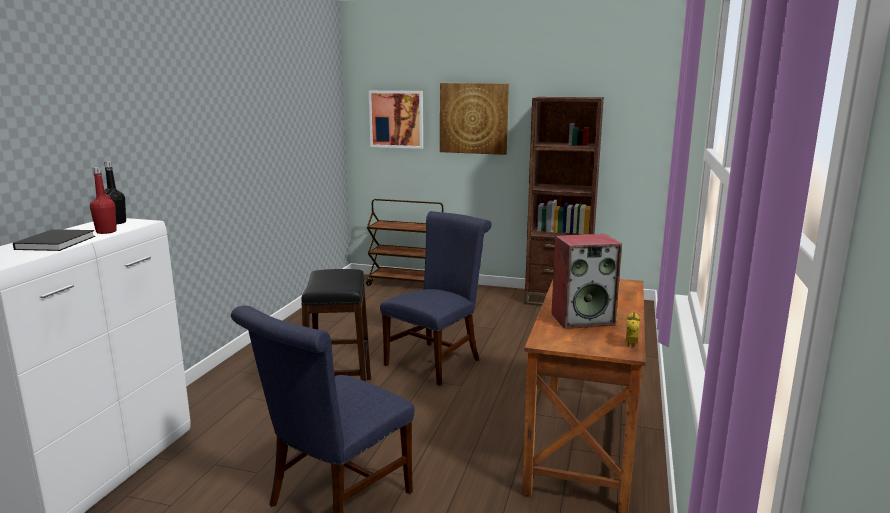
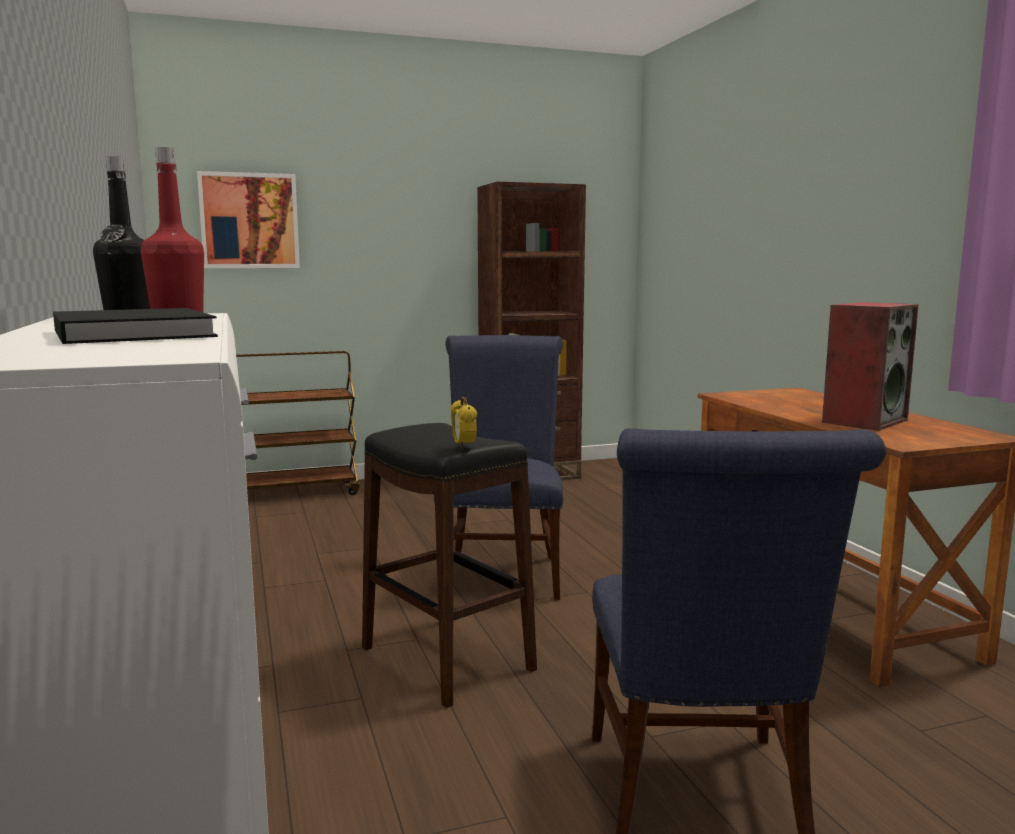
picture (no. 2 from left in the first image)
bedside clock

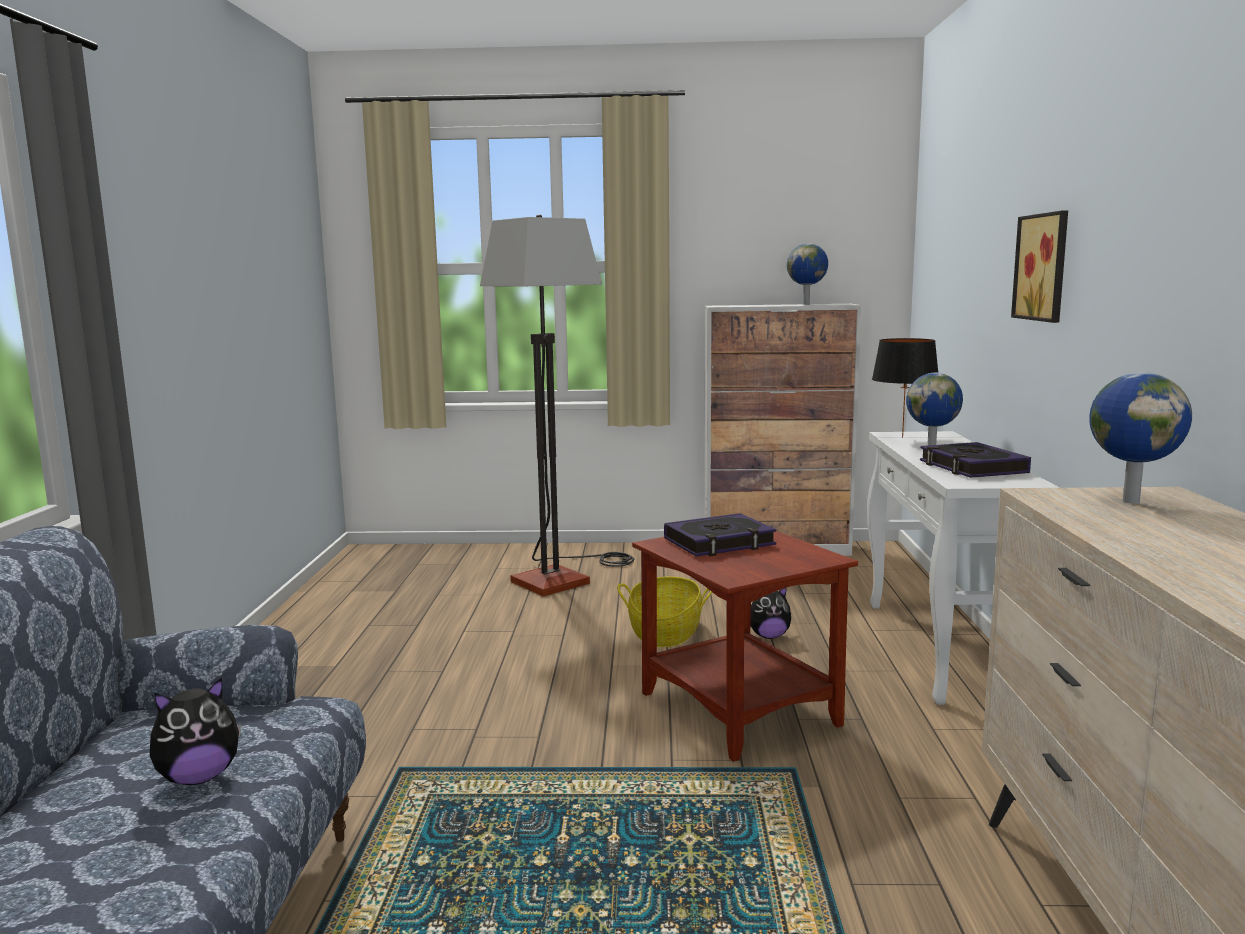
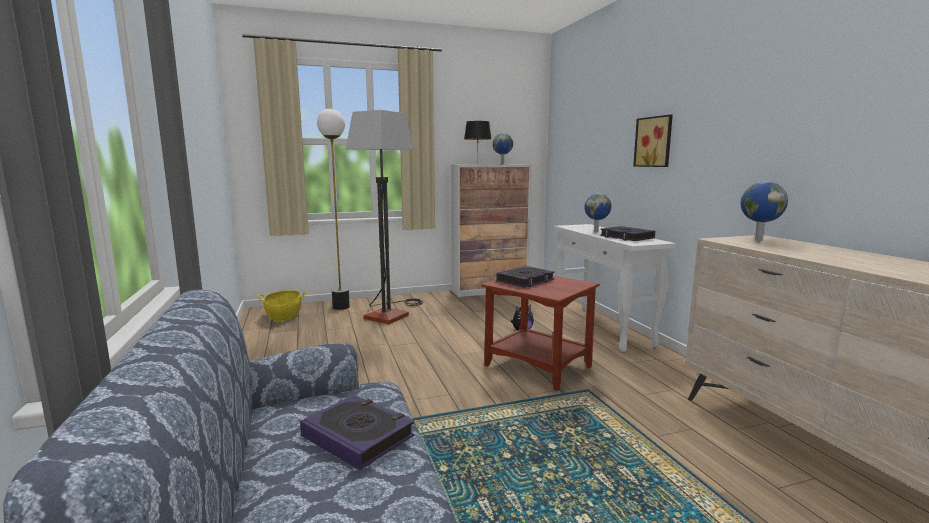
black-coloured table lamp
household basket
bound book (no. 1 from left)
standard lamp (no. 1 from left)

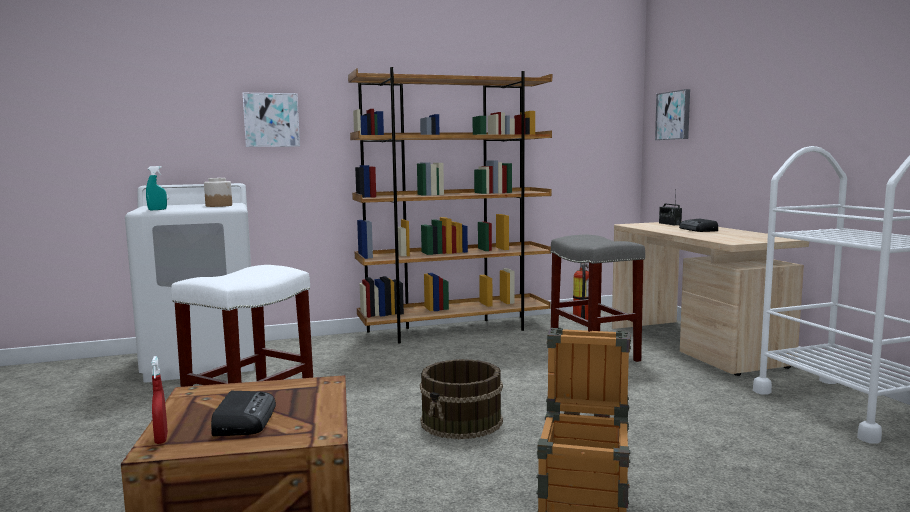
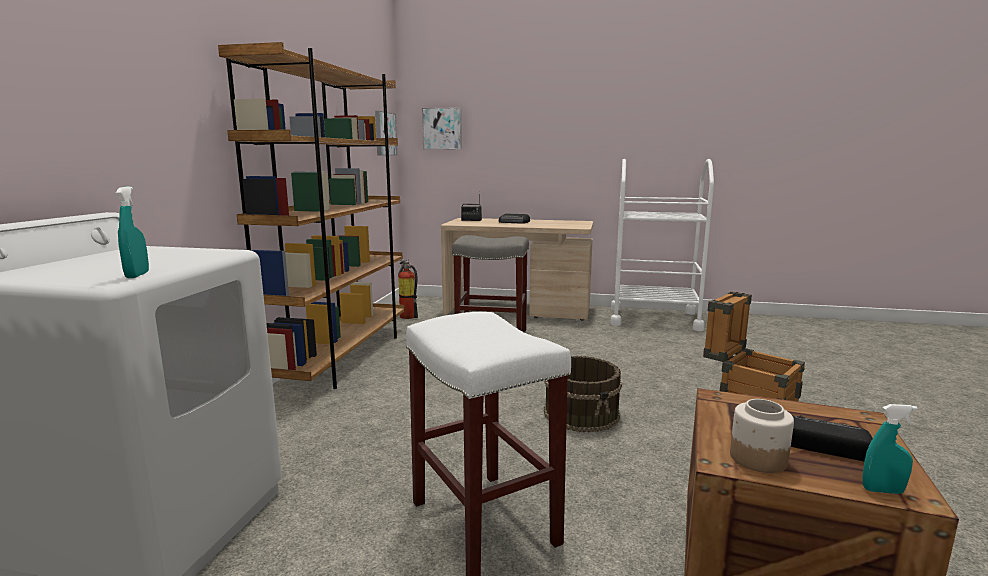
picture (no. 1 from left)
preserve jar
turquoise hand sprayer (no. 2 from left)

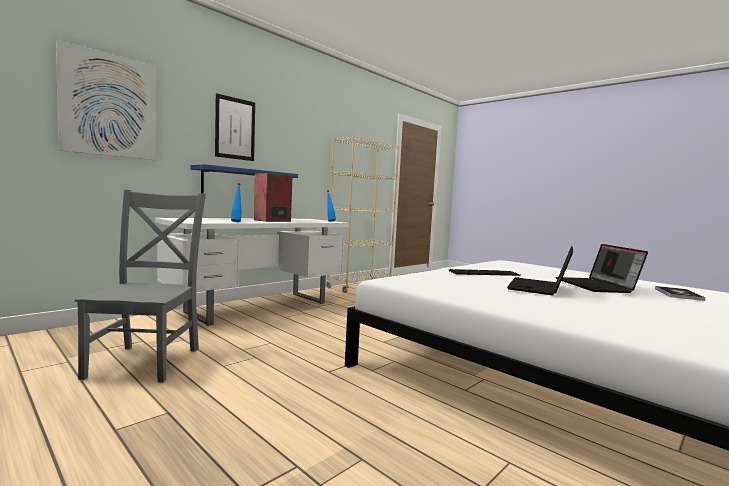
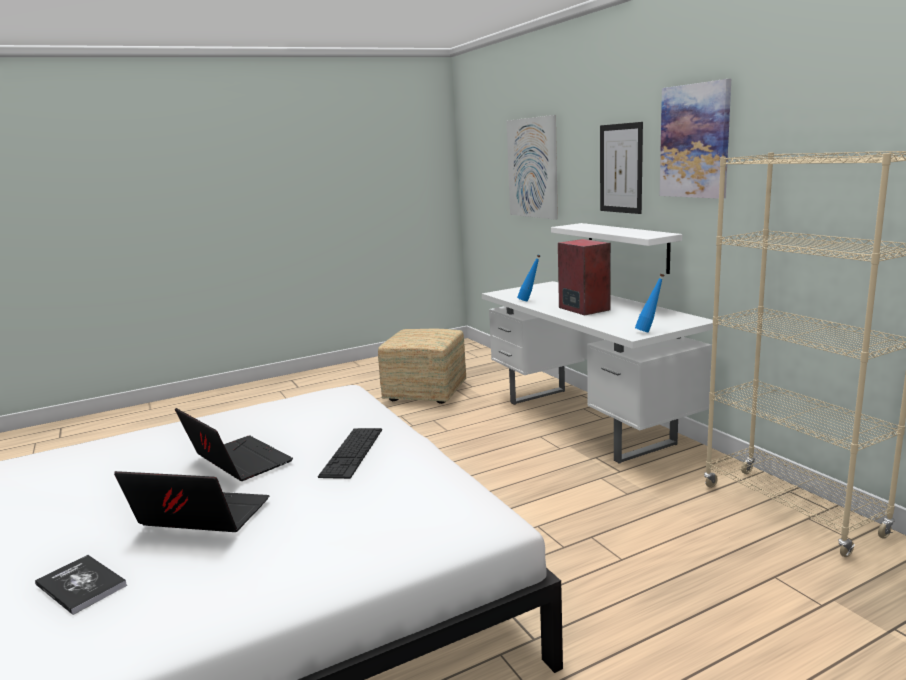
whitish wall shelf
pouffe
picture (no. 3 from left)

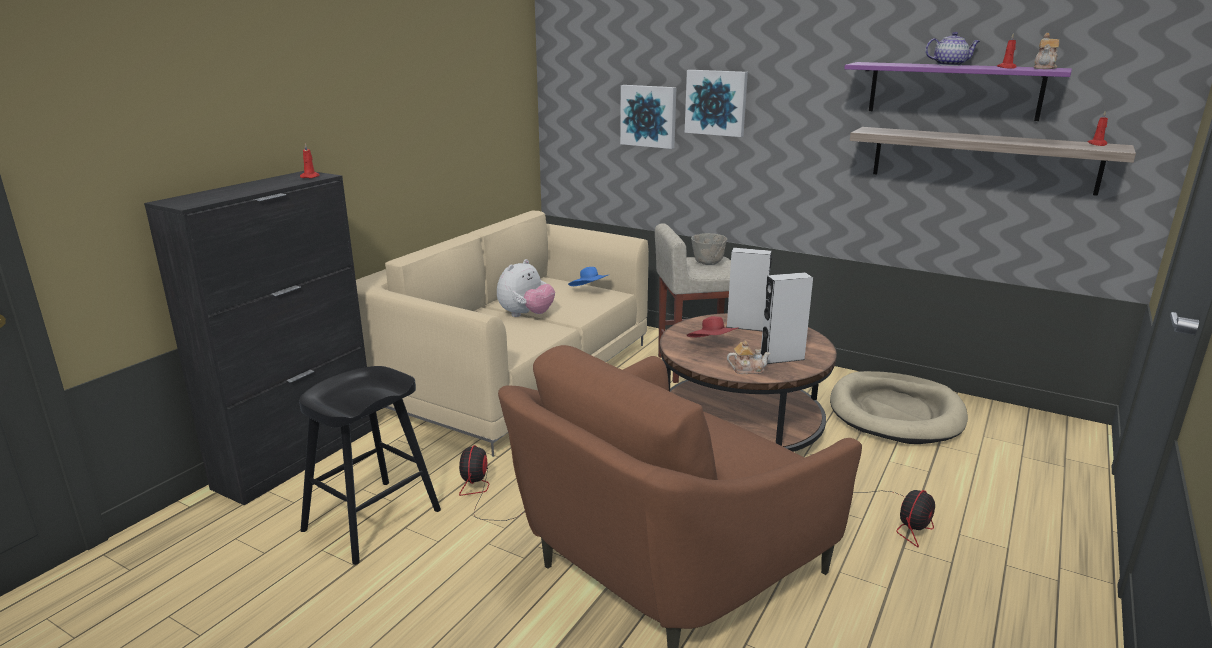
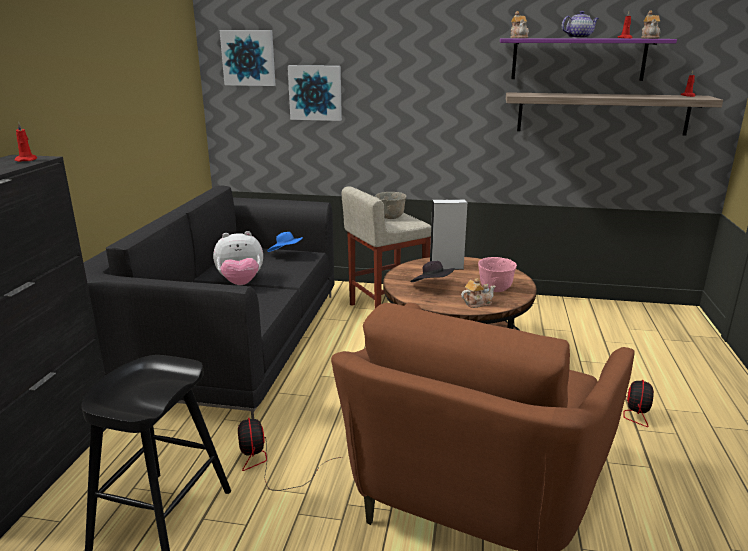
picture (no. 1 from left)
black-coloured sofa
plush toy
pinkish serving bowl
black-coloured wearable hat
sand-coloured dog bed
tea pot (no. 2 from left)

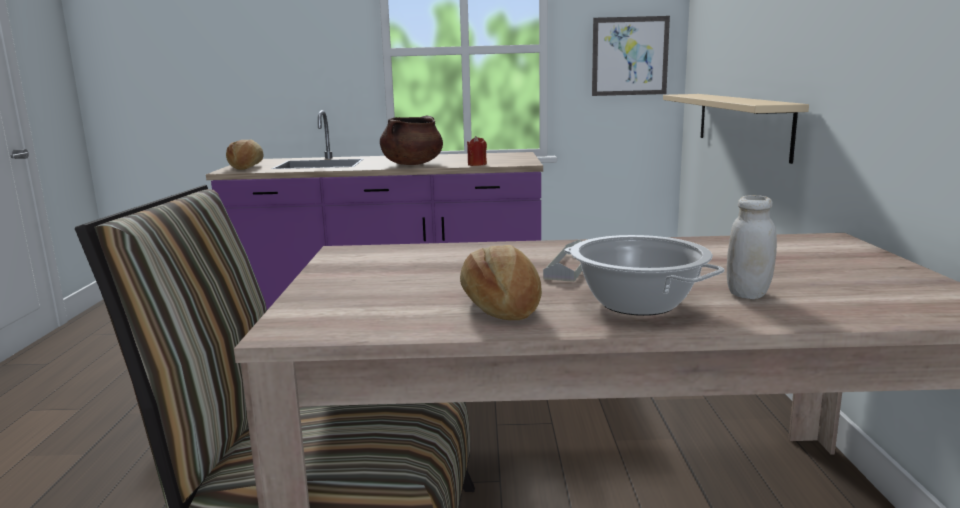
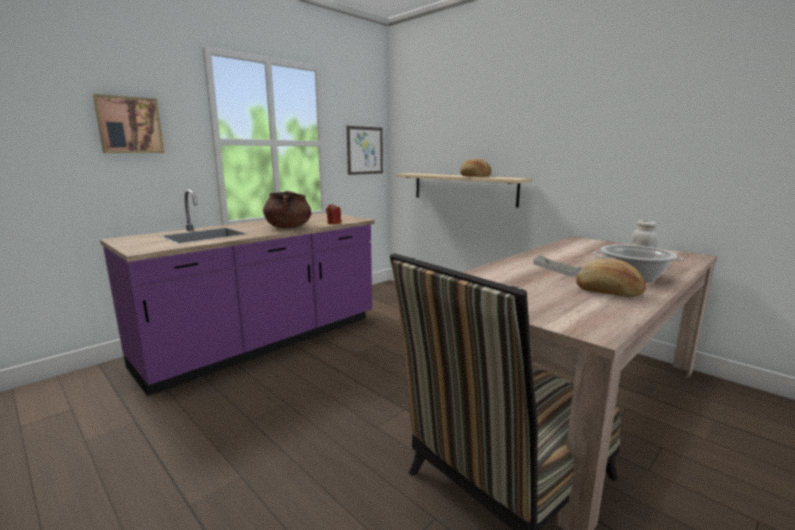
bakery bread (no. 1 from left)
picture (no. 1 from left)

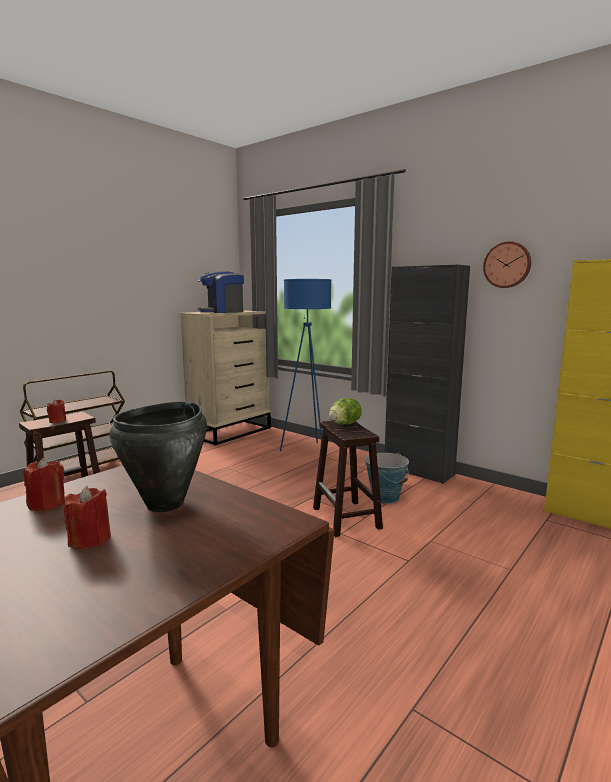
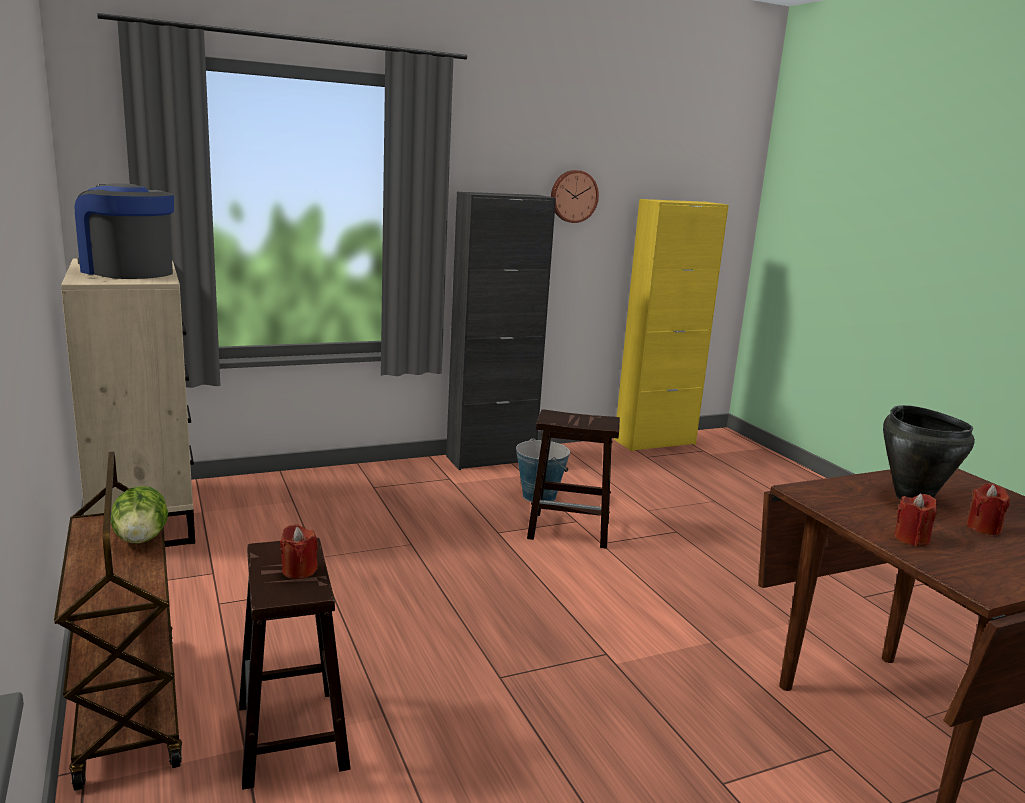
coffee brewer
blue standard lamp
head of lettuce

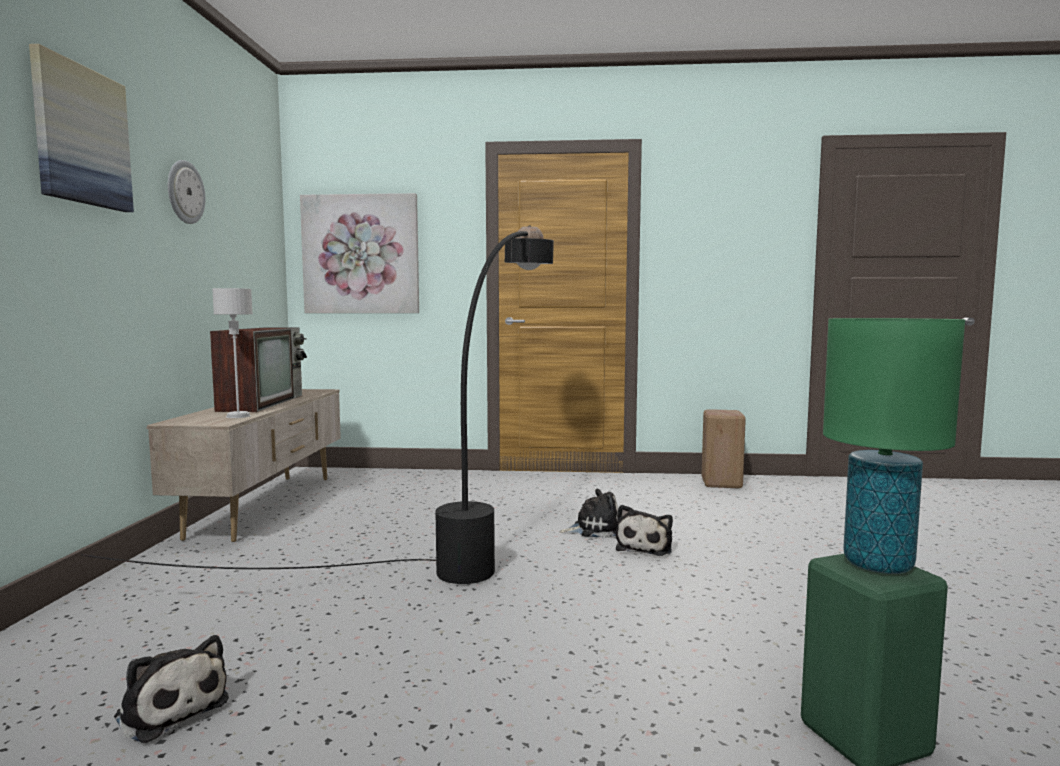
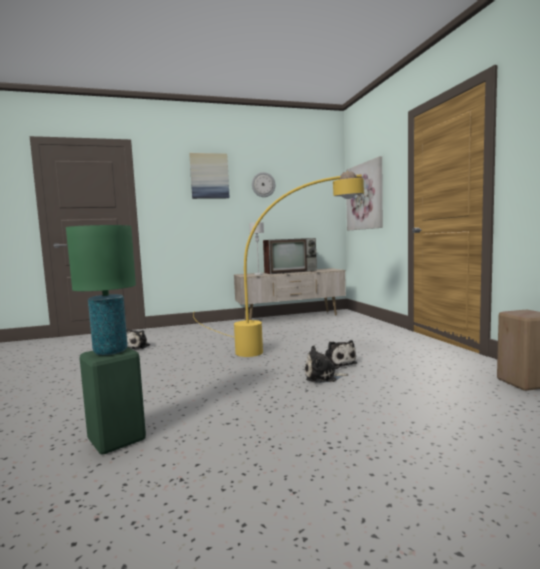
yellow standard lamp

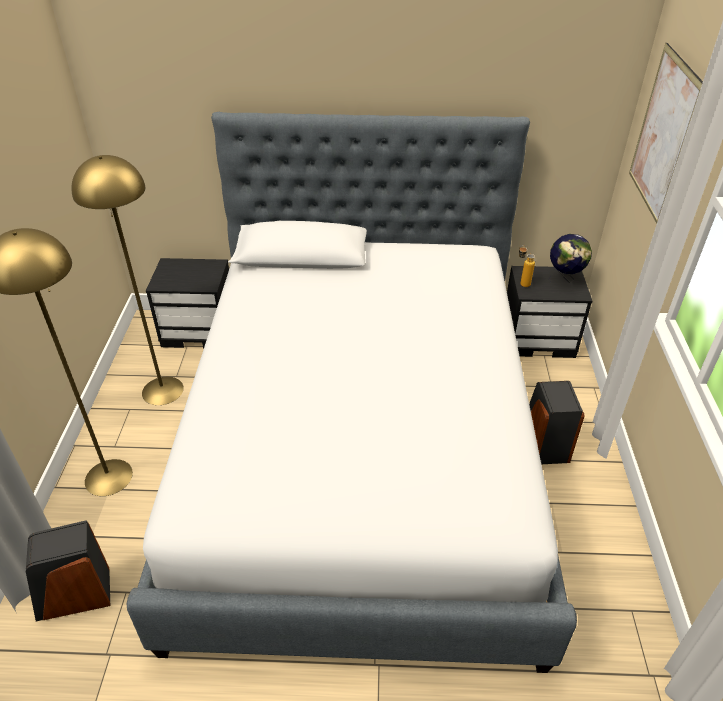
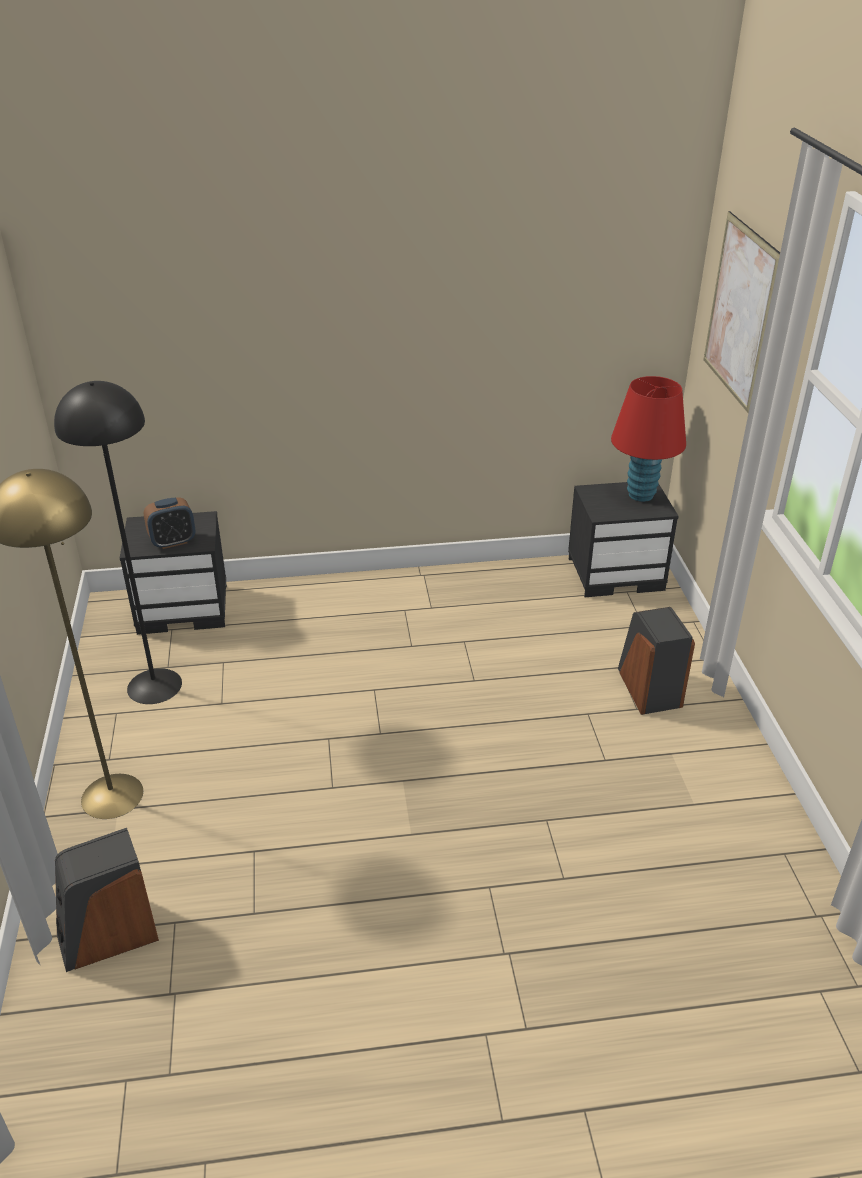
sleeping bed
black-coloured standard lamp
red-coloured table lamp
drink bottle
bedside clock

